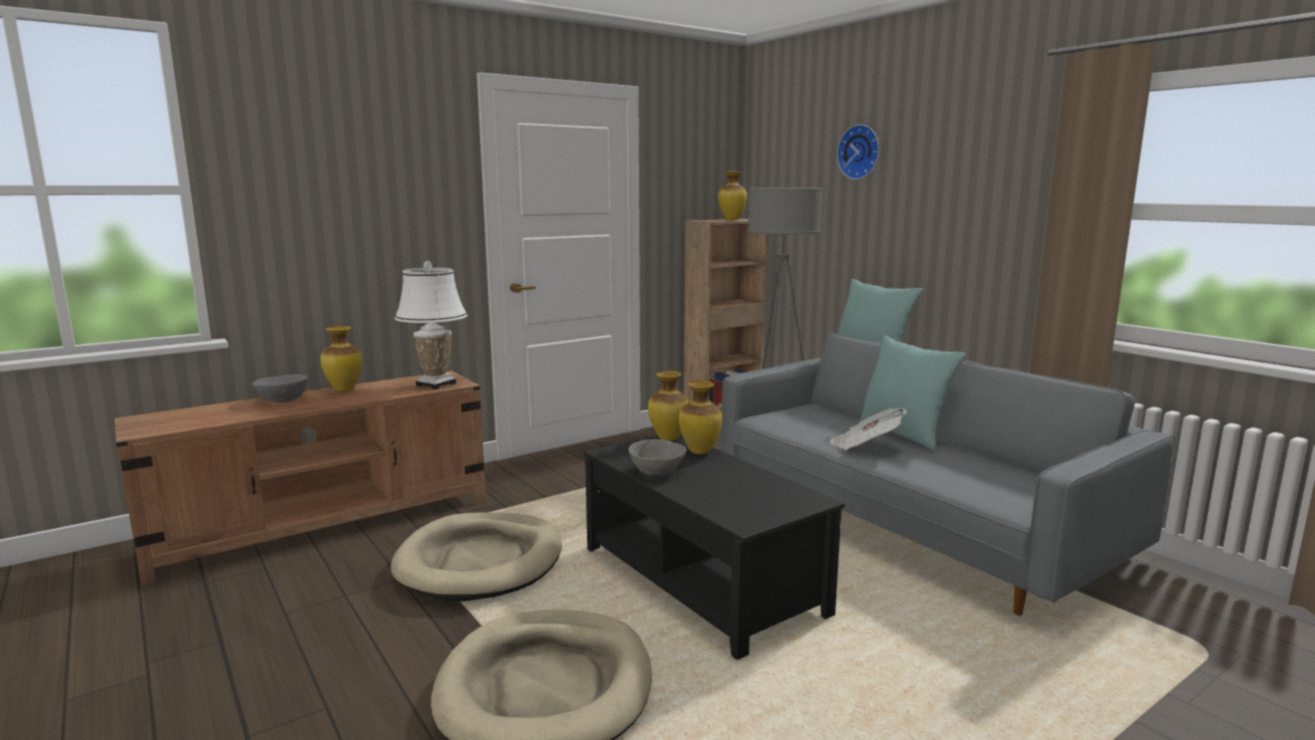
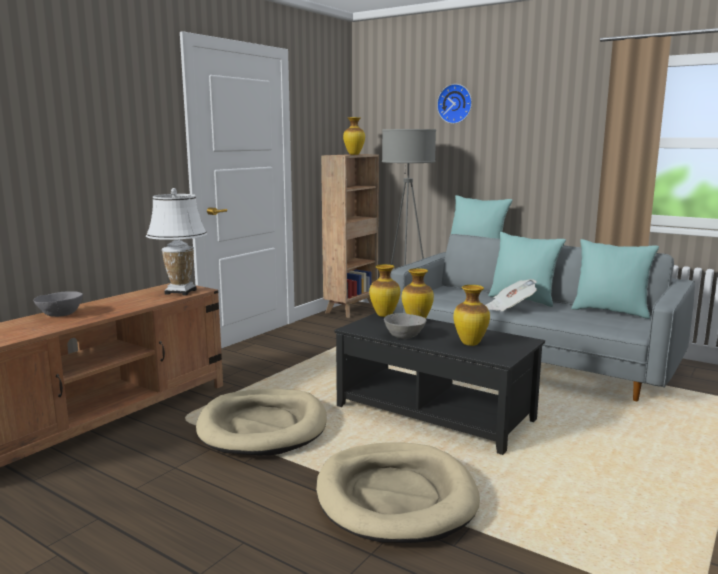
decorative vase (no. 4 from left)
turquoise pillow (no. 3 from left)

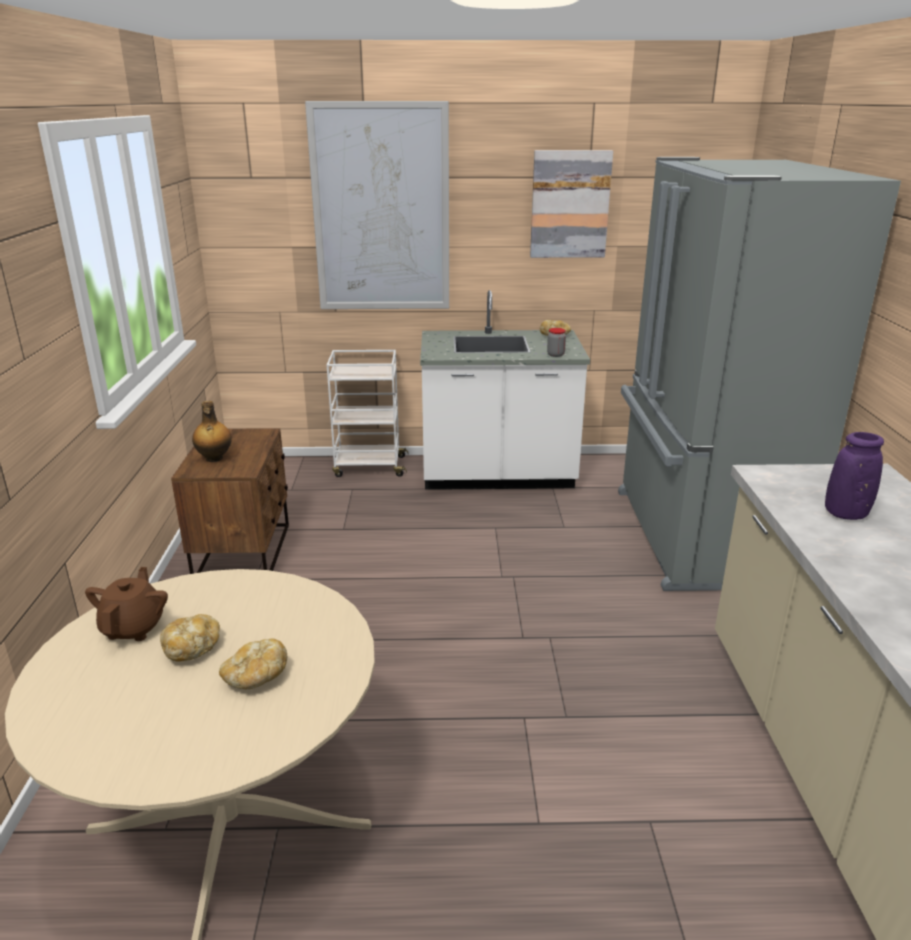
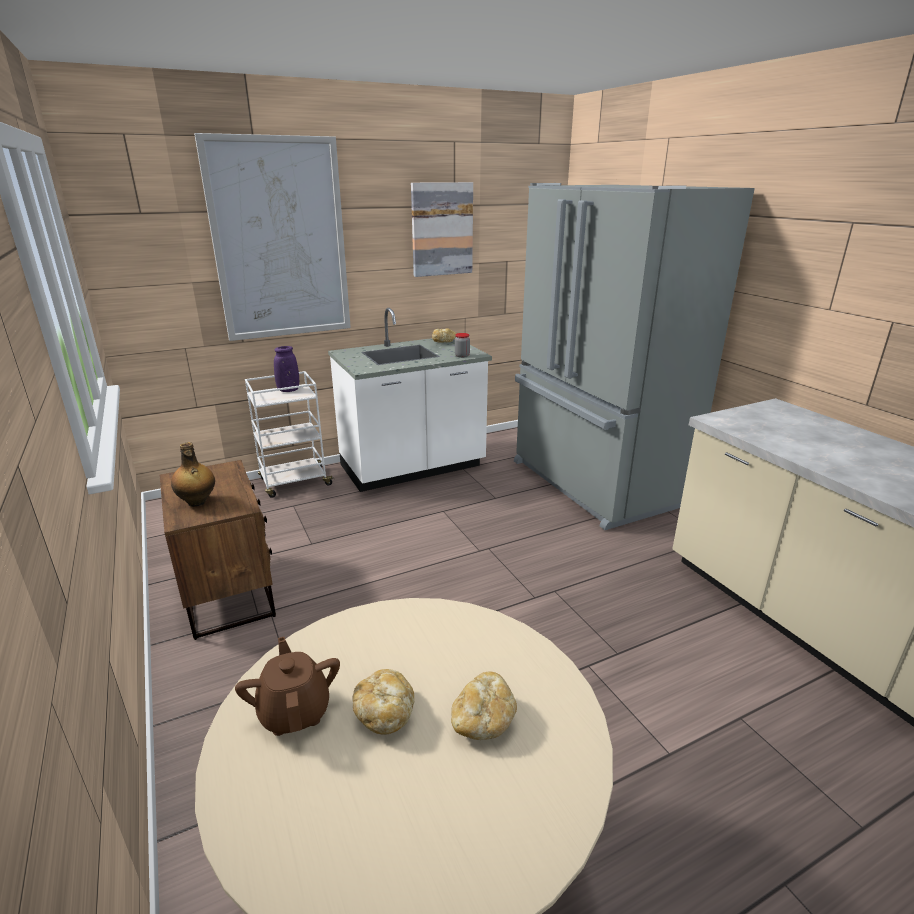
purple decorative vase

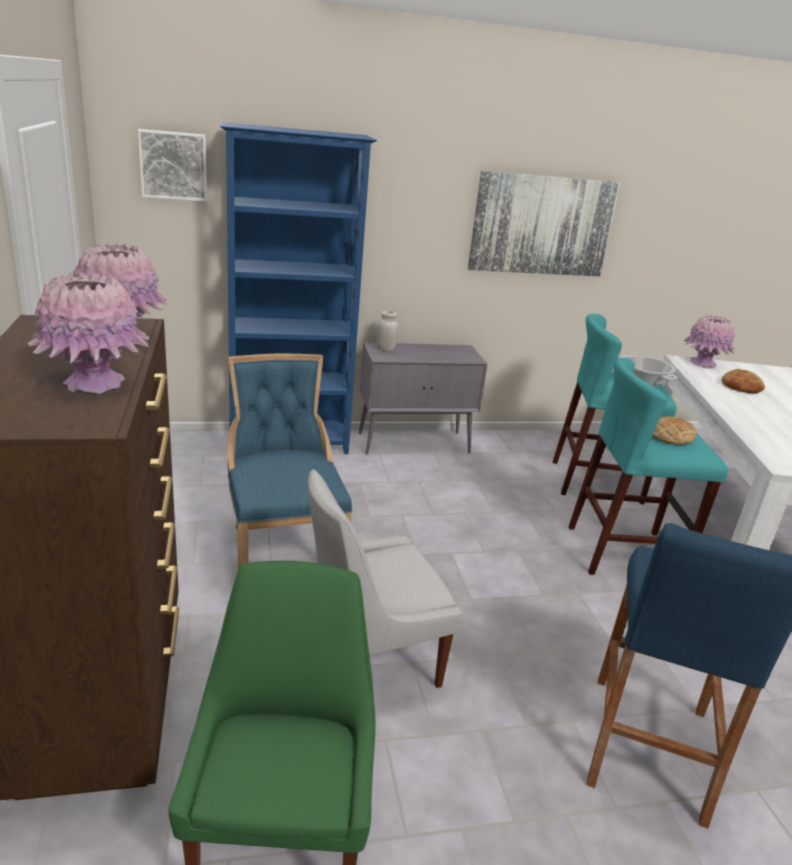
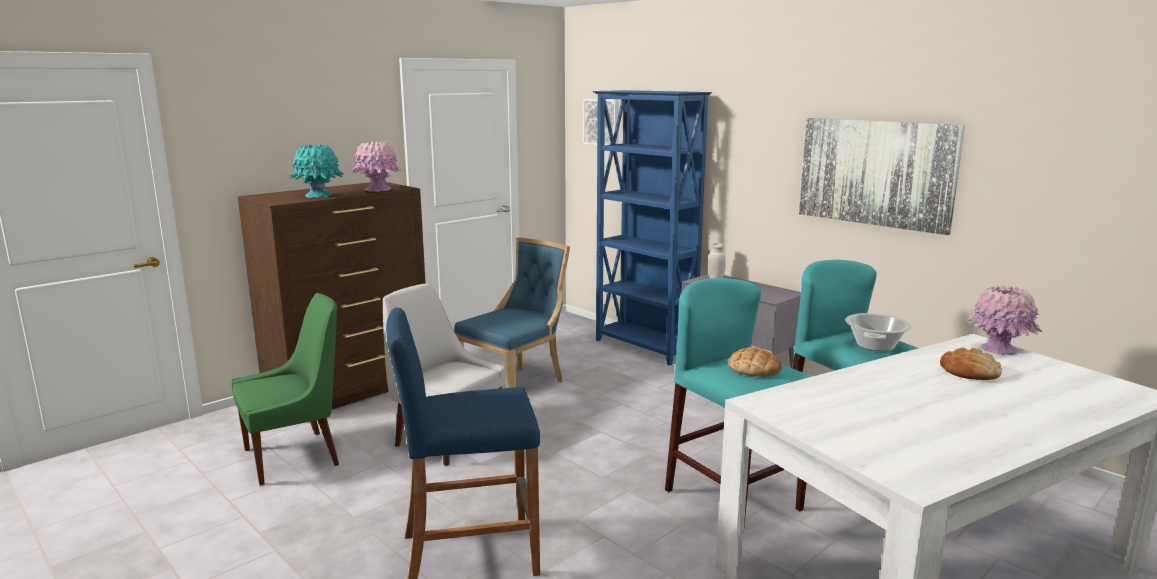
turquoise decorative vase

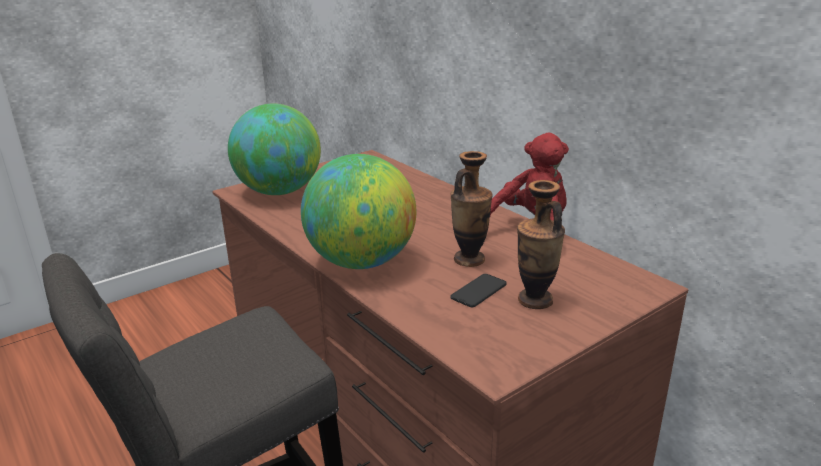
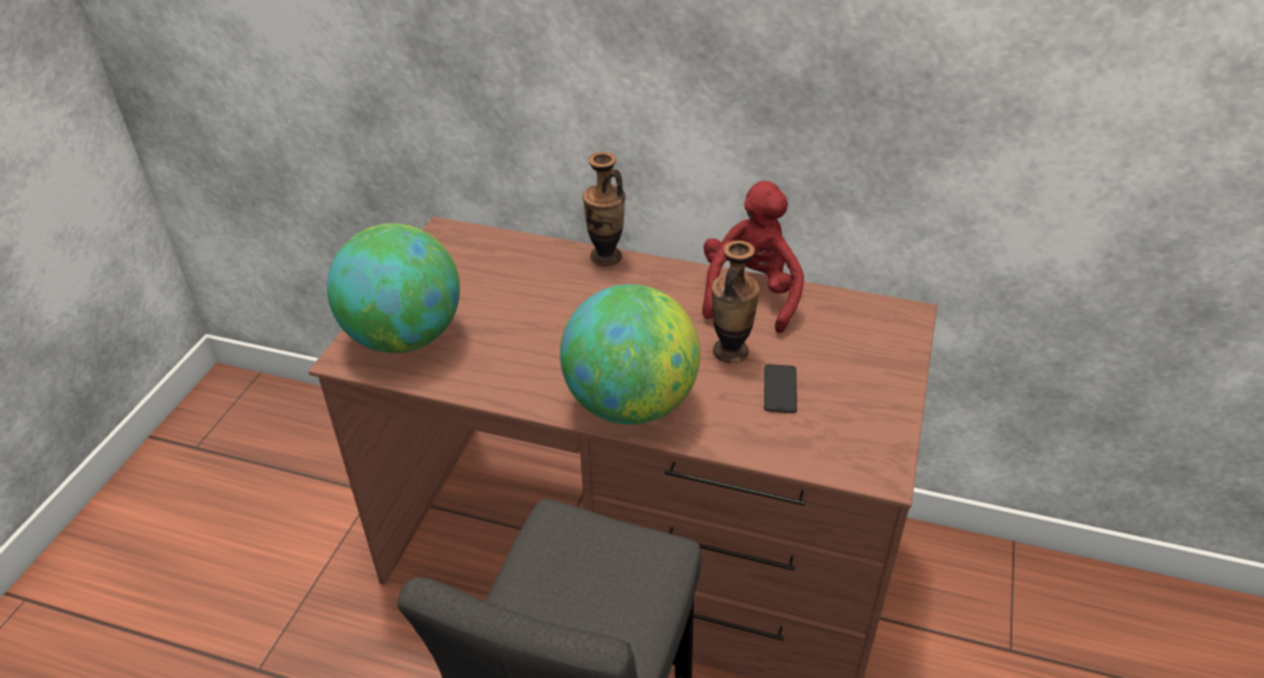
decorative vase (no. 1 from left)

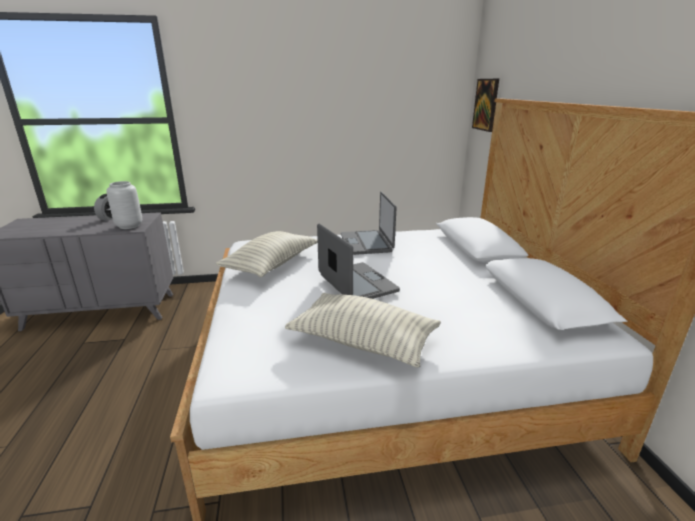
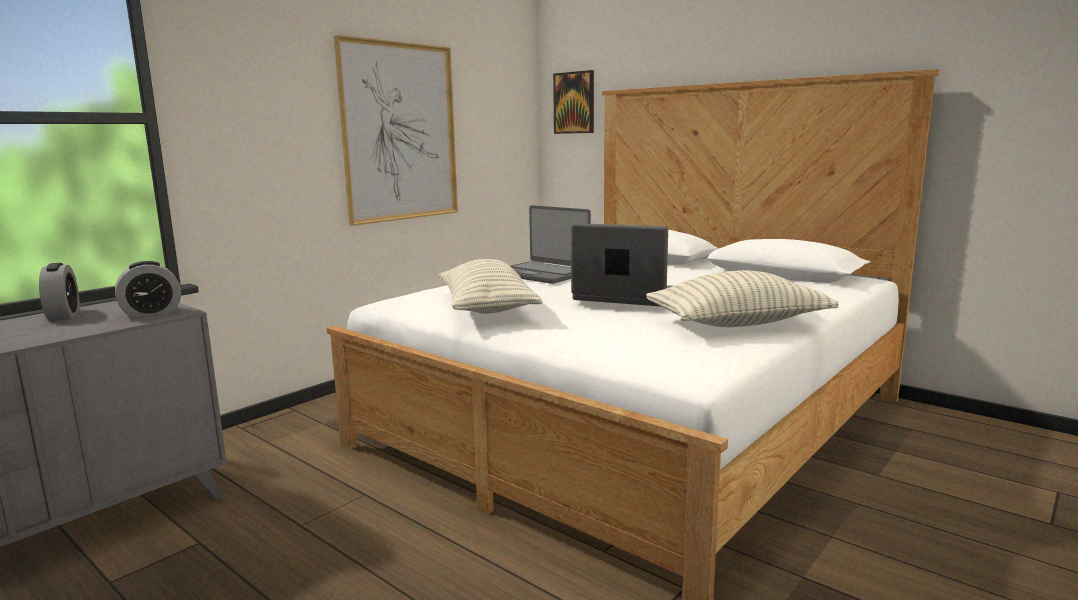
bedside clock (no. 2 from left)
picture (no. 1 from left)

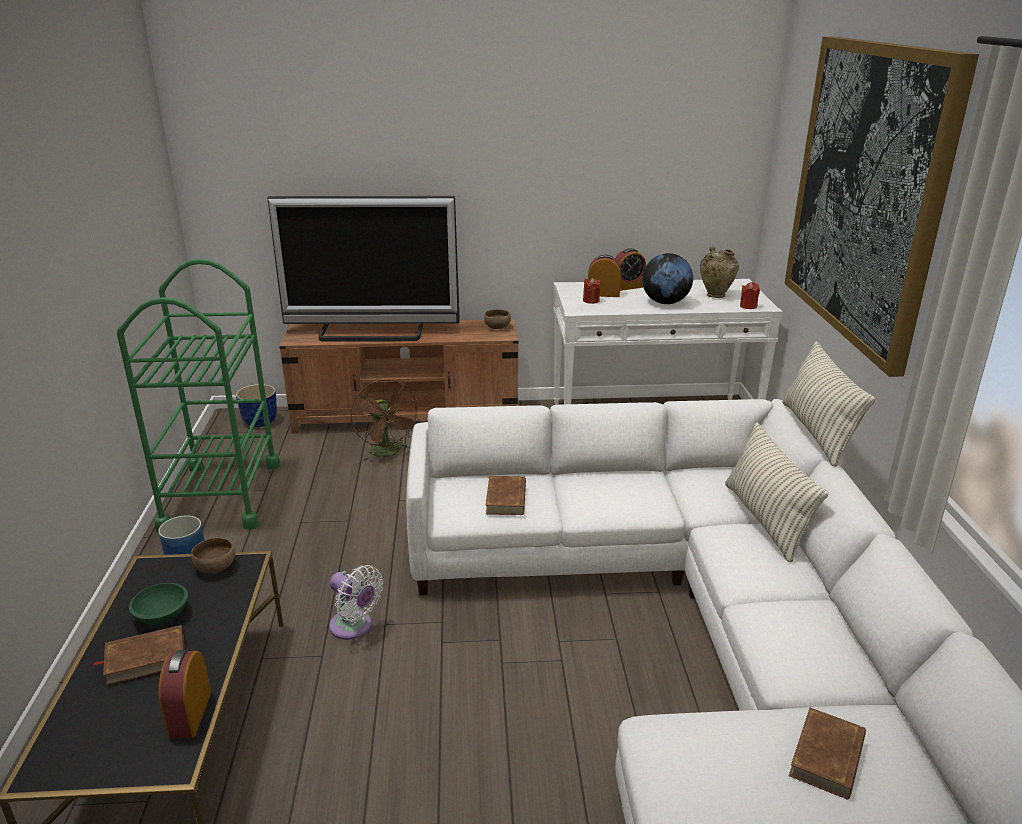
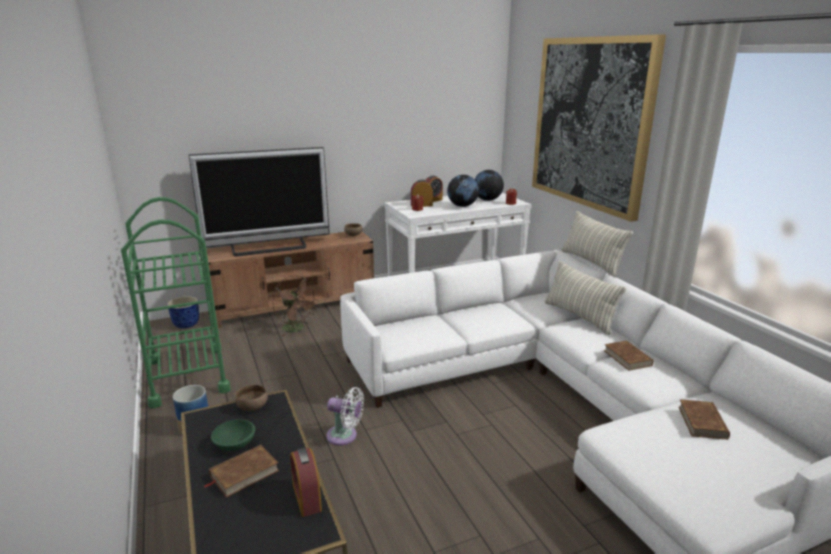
globe (no. 2 from left)
brown-coloured bound book (no. 2 from left)

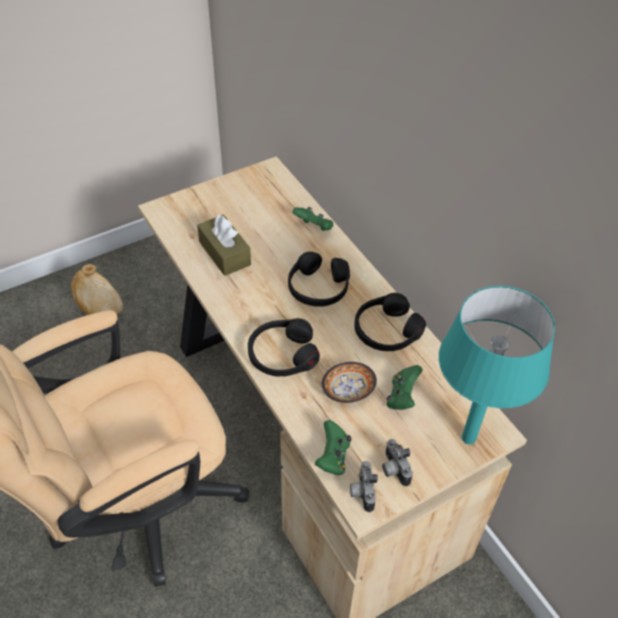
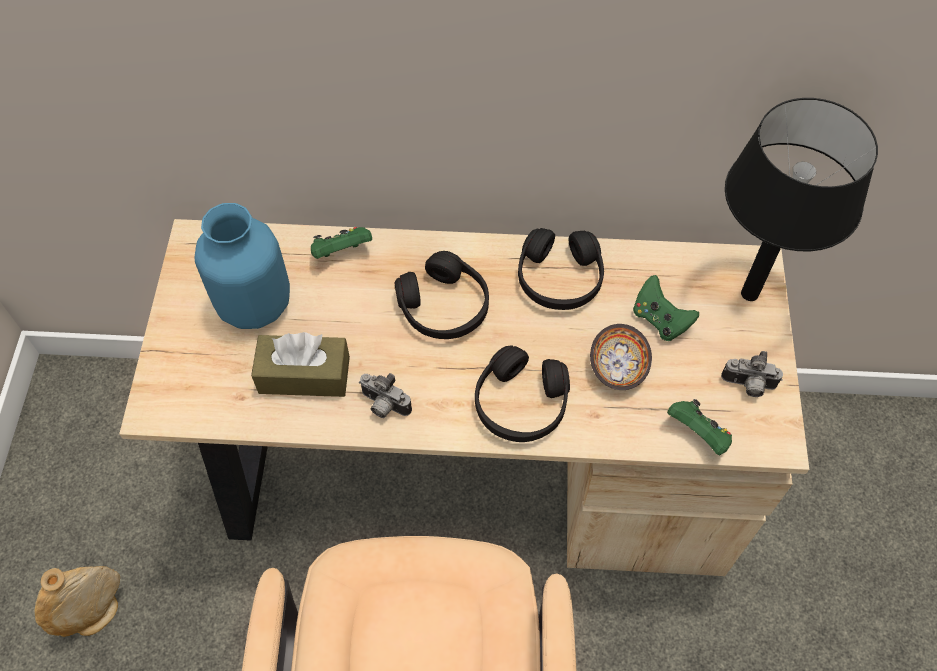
black-coloured table lamp
still camera (no. 1 from left)
blue decorative vase

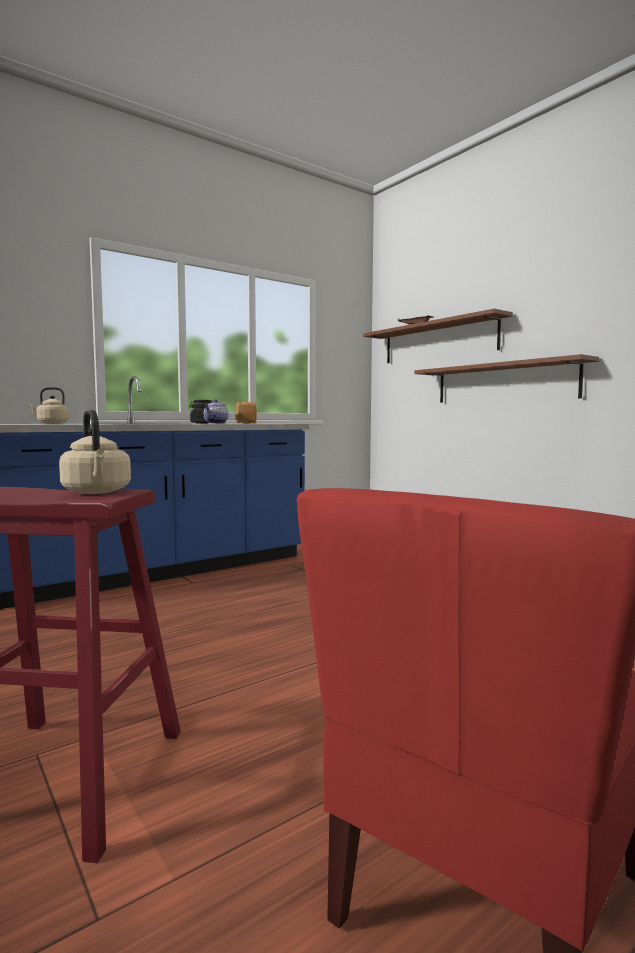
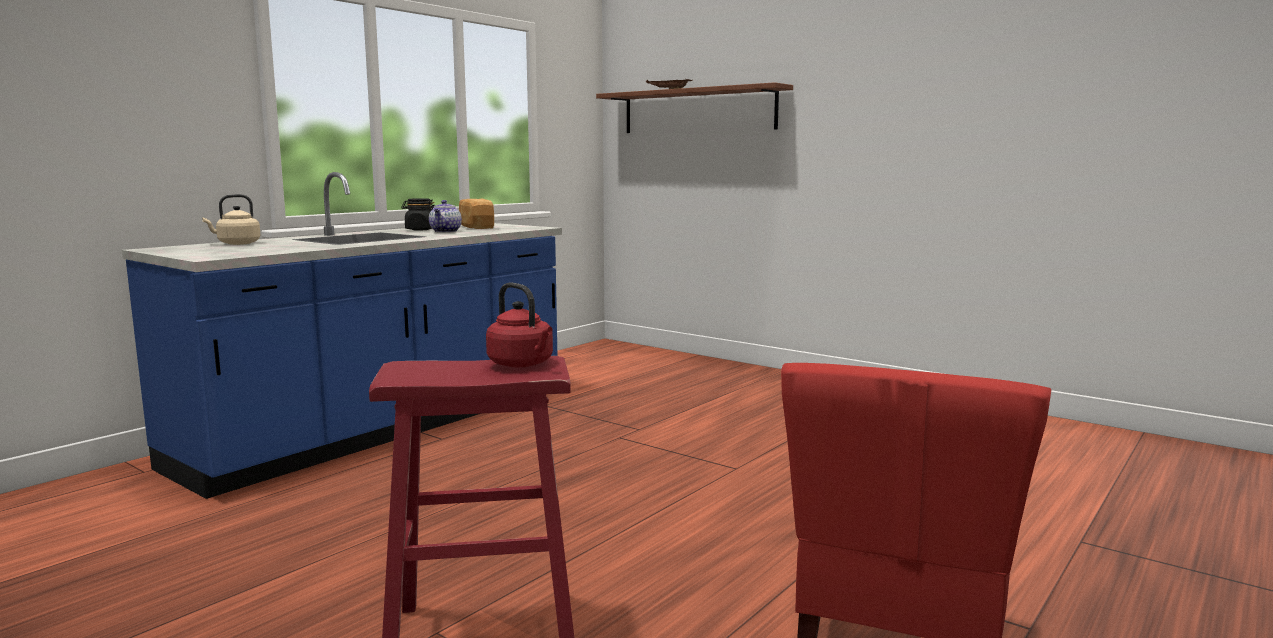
brown-coloured wall shelf (no. 2 from left in the first image)
red-coloured water kettle

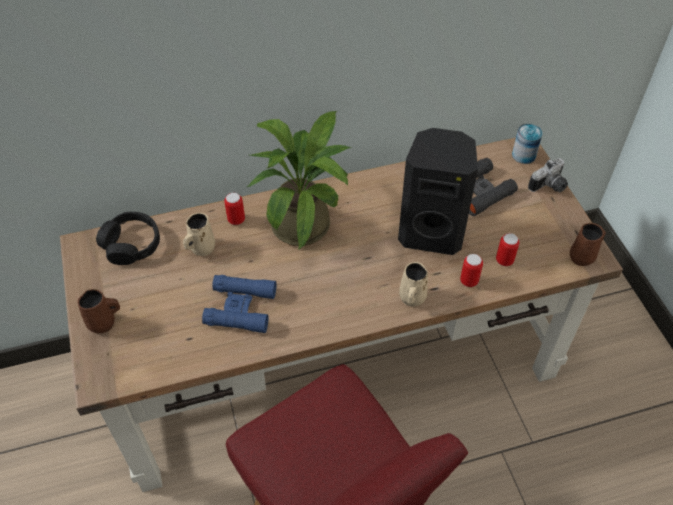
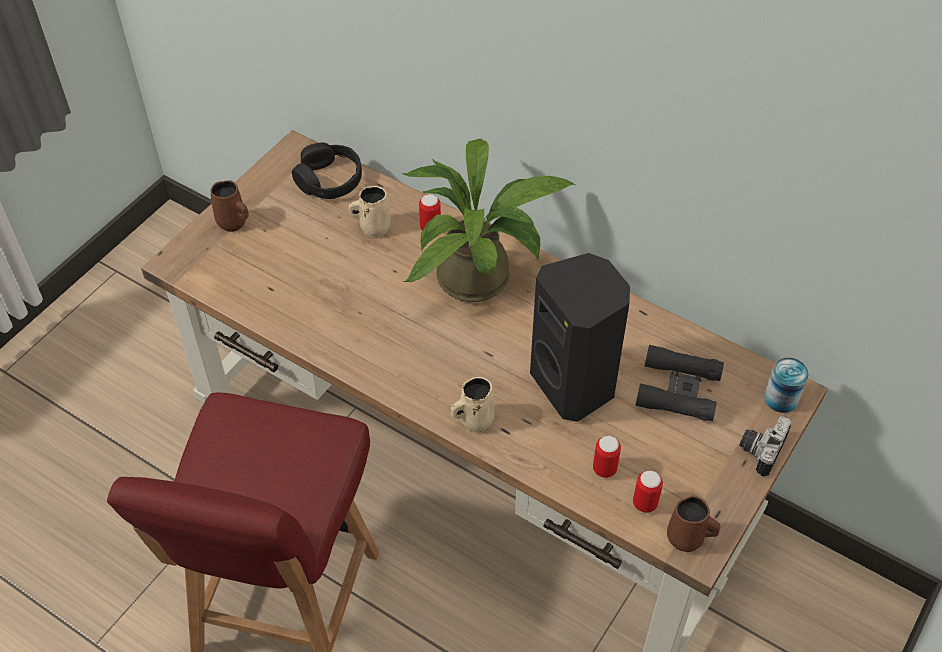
still camera
metal can (no. 3 from left)
blue pair of binoculars

